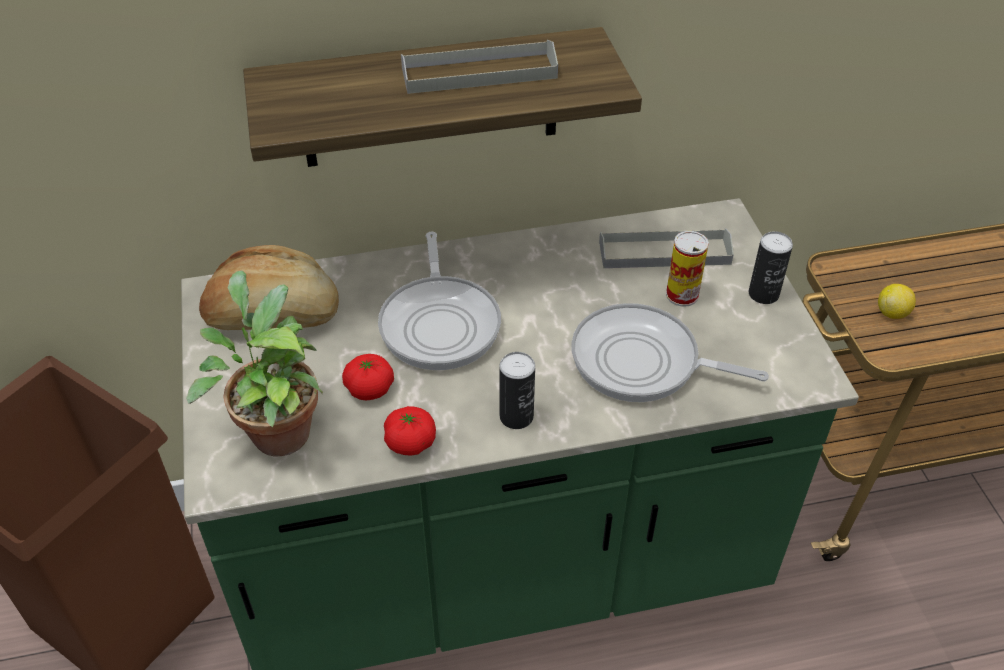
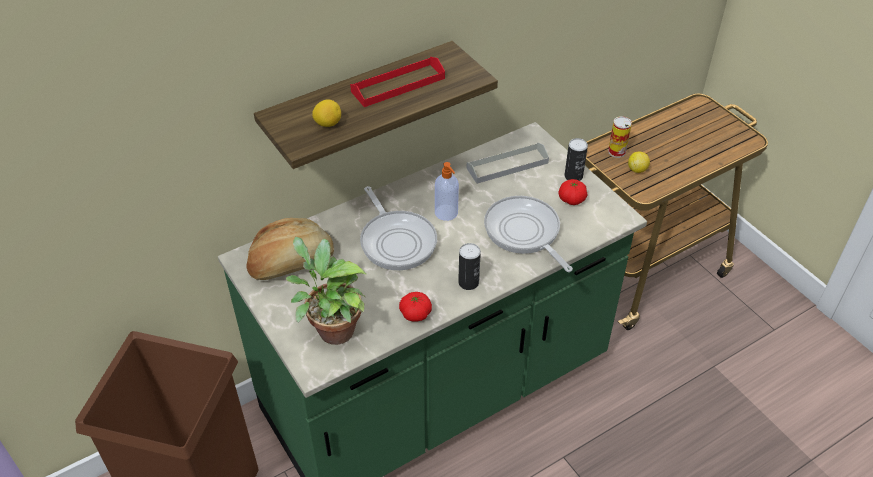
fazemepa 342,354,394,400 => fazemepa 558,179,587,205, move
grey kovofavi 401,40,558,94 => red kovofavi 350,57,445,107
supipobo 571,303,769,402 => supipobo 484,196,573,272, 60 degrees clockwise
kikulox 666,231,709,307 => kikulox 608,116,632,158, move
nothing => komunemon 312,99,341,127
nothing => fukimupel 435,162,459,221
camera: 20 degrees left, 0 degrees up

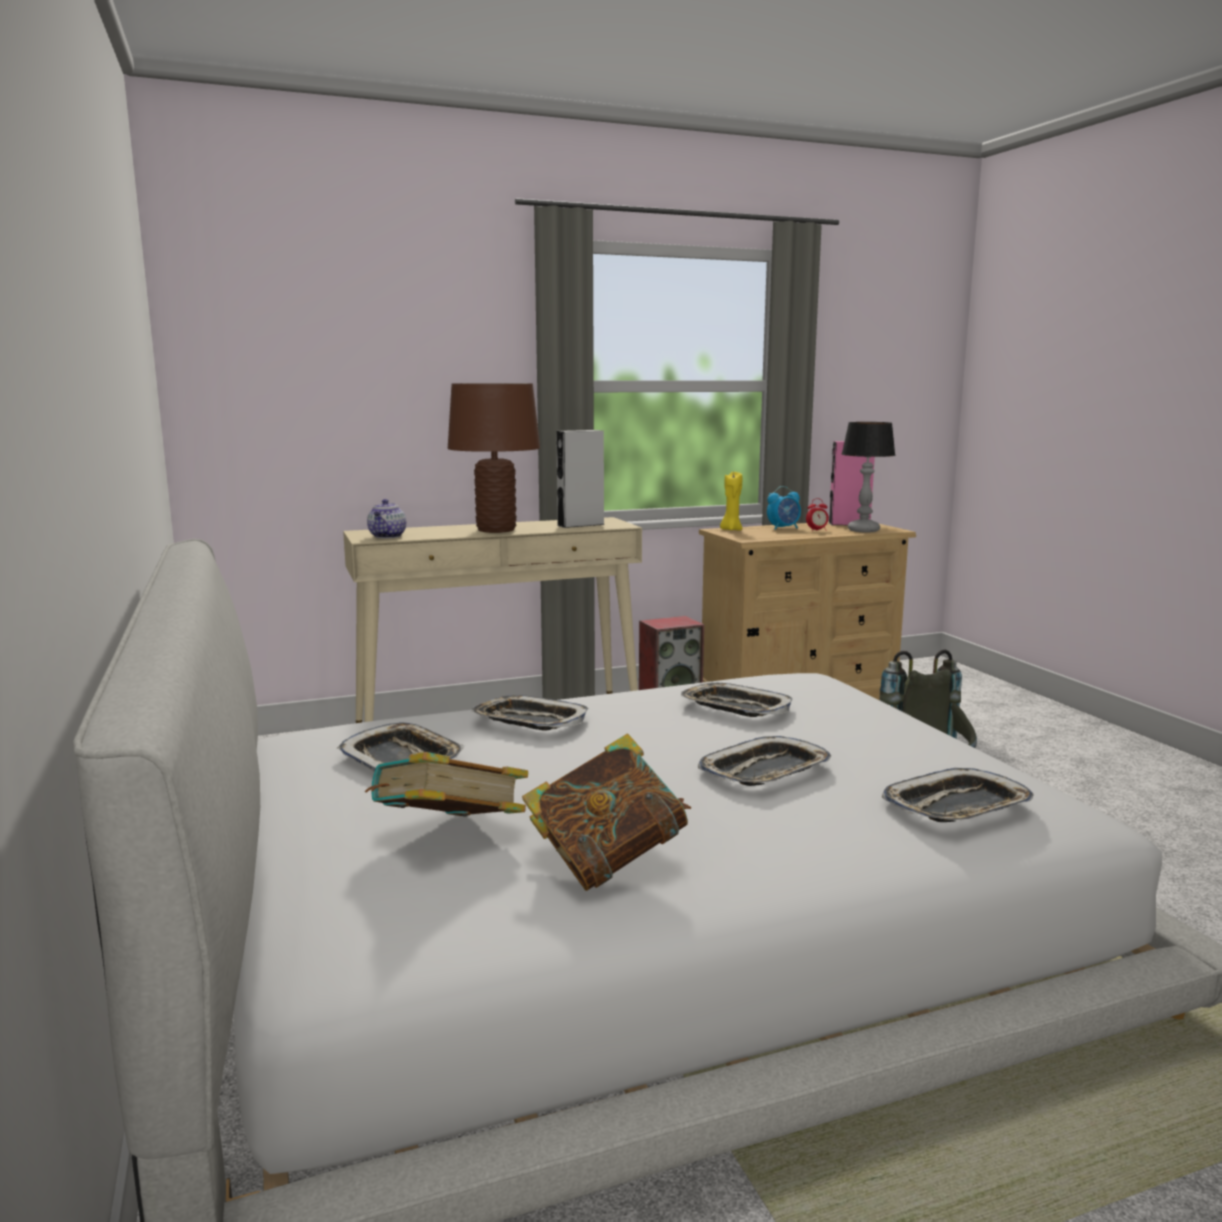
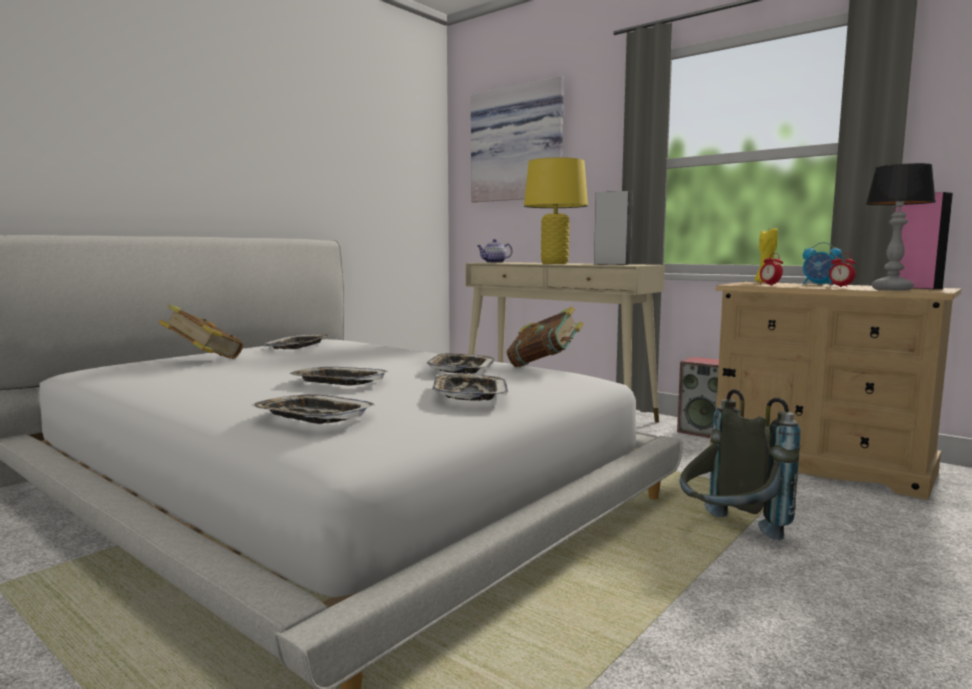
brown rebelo 448,383,540,533 => yellow rebelo 524,157,588,264
kovofavi 472,695,589,731 => kovofavi 433,374,508,401, move
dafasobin 522,734,692,891 => dafasobin 507,307,583,367, move
nothing => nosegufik 471,76,564,202
nothing => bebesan 760,253,783,286
camera: 60 degrees right, 5 degrees down

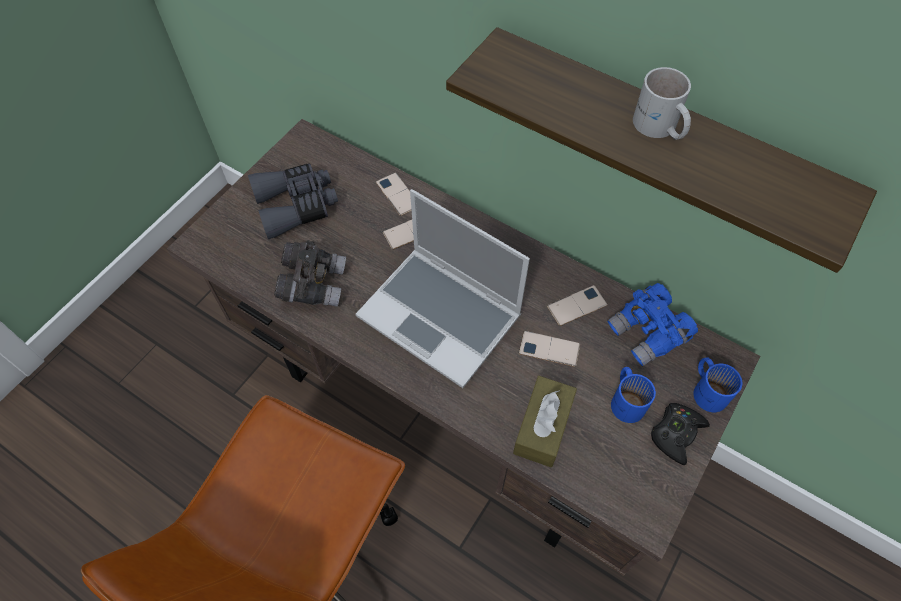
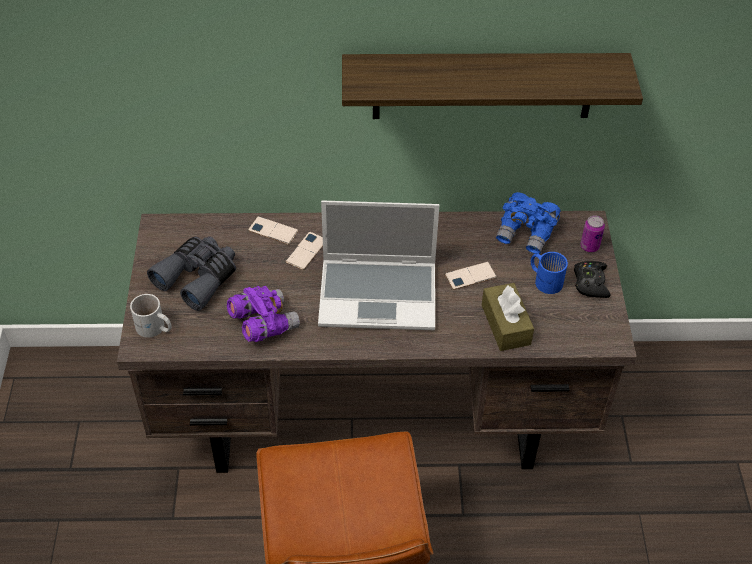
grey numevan 274,240,346,307 => purple numevan 227,286,300,342
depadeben 547,285,608,326 => nothing
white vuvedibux 633,67,691,140 => white vuvedibux 130,294,172,338, move
blue vuvedibux 693,357,742,412 => kikulox 580,216,605,252
camera: 35 degrees left, 10 degrees down

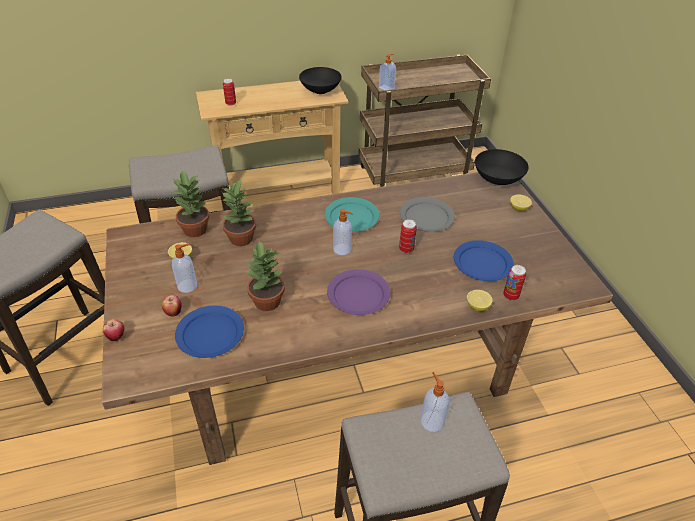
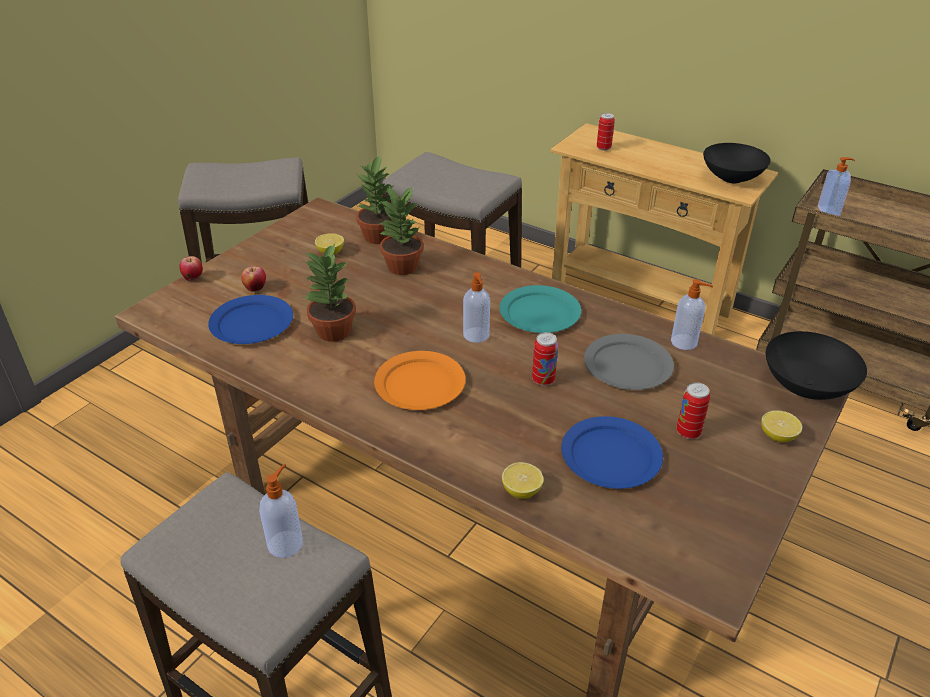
fukimupel 172,244,197,293 => fukimupel 671,279,713,350, move
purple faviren 327,269,390,315 => orange faviren 374,351,466,410
kikulox 503,265,526,300 => kikulox 676,382,710,439, move
camera: 50 degrees right, 5 degrees down

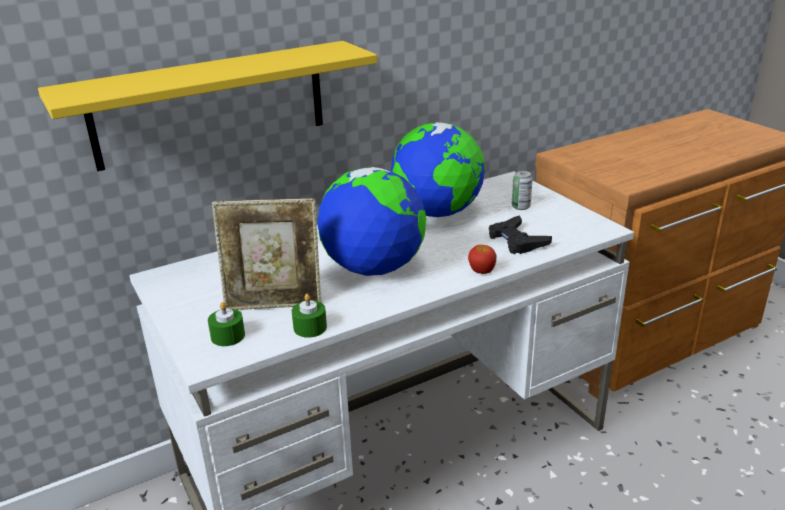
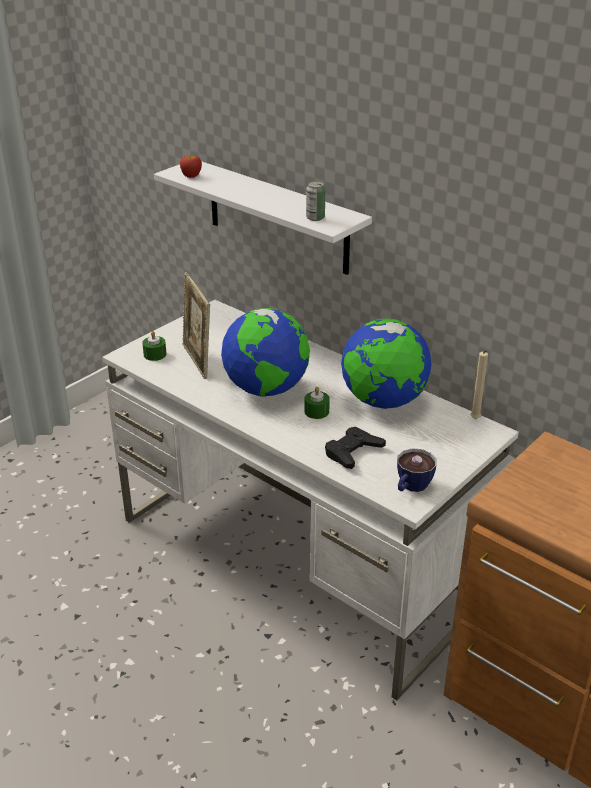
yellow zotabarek 38,41,377,171 => white zotabarek 154,161,372,275
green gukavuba 292,294,327,338 => green gukavuba 304,387,330,419, move
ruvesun 468,245,497,274 => ruvesun 180,155,202,178, move
kikulox 512,171,533,210 => kikulox 306,181,325,221, move
nothing => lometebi 397,448,436,492
nothing => beige gukavuba 470,350,488,419
camera: 70 degrees right, 5 degrees up

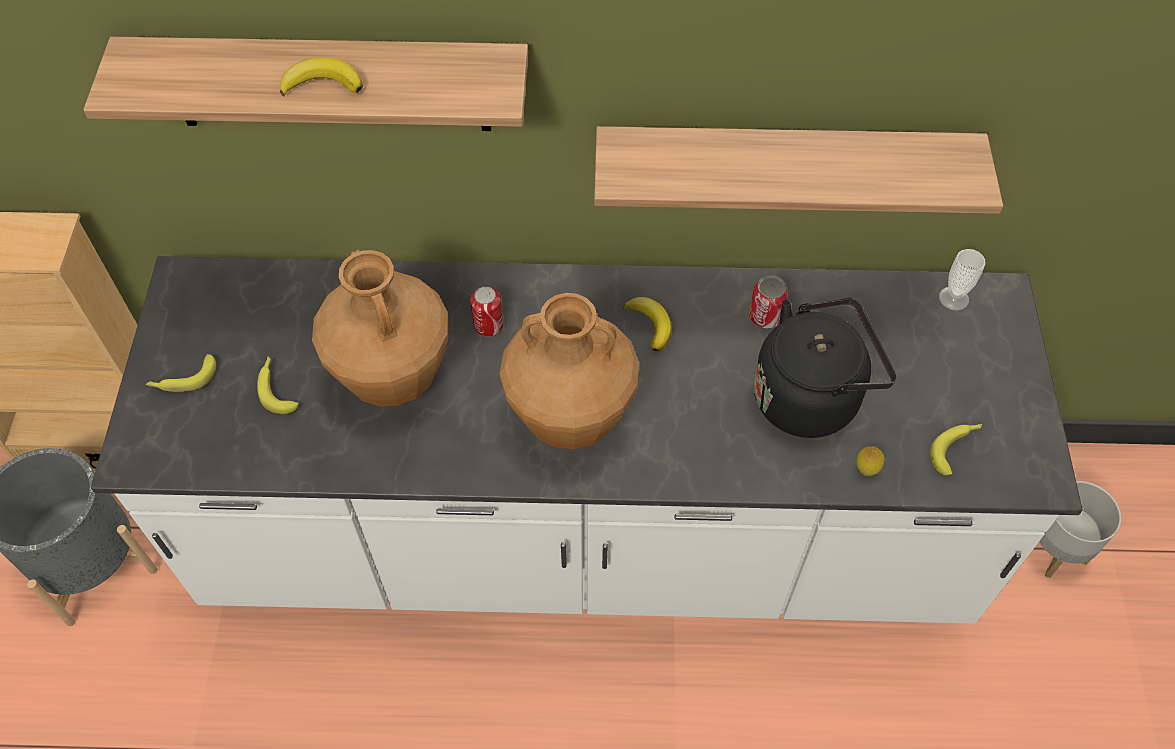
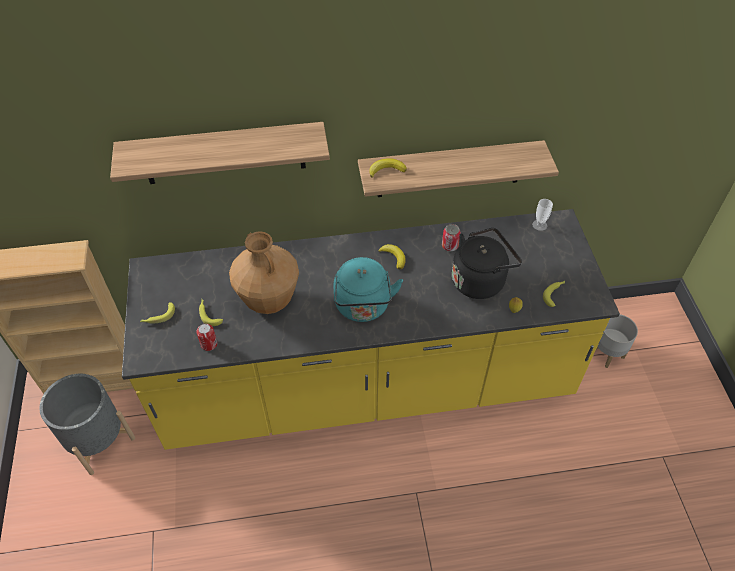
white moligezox 91,256,1083,624 => yellow moligezox 122,209,620,450
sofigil 280,57,363,97 => sofigil 369,158,407,178, move
kikulox 470,287,504,336 => kikulox 196,324,217,351, move
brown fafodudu 500,293,639,449 => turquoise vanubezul 333,257,403,322
camera: 10 degrees left, 5 degrees down

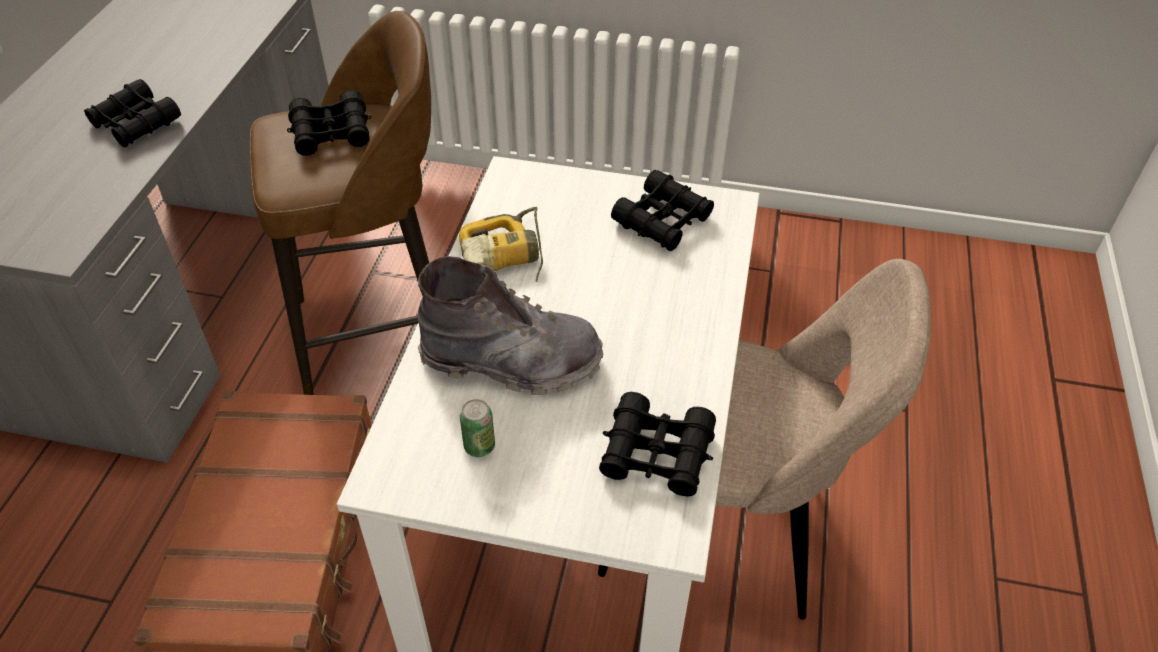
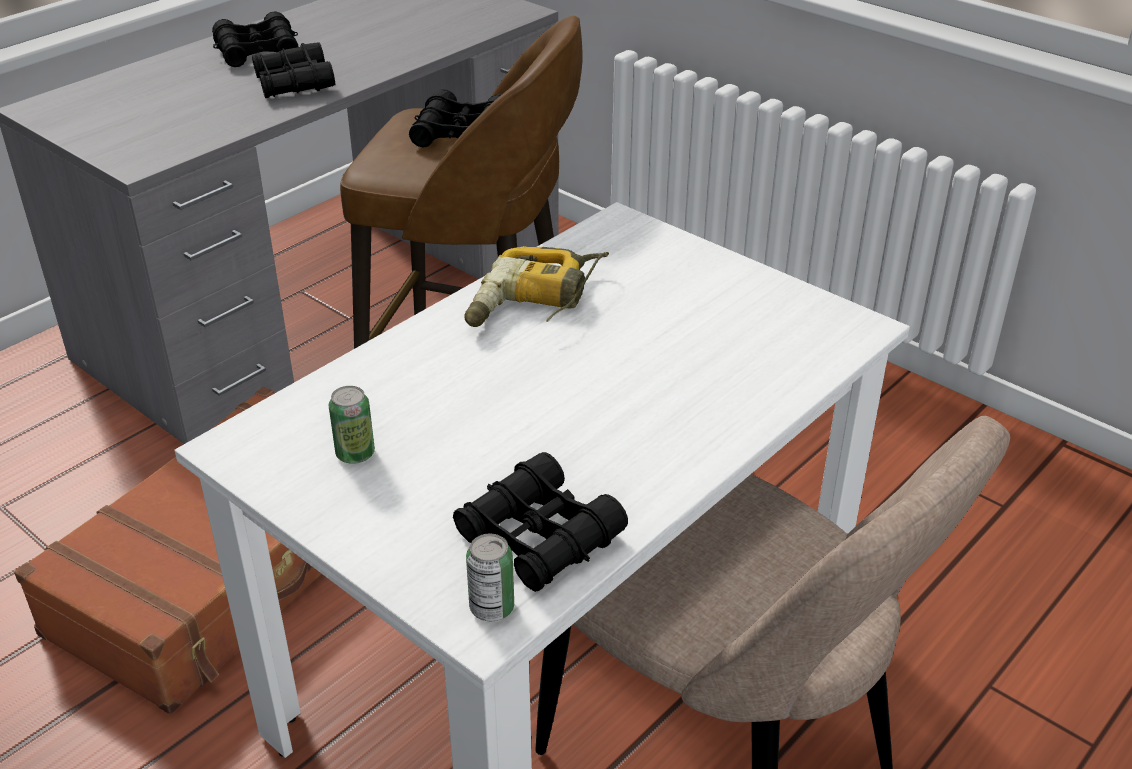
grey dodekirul 418,256,604,395 => nothing
black numevan 611,170,714,251 => black numevan 212,12,299,67, move
nothing => kikulox 466,533,514,621
camera: 30 degrees right, 10 degrees down

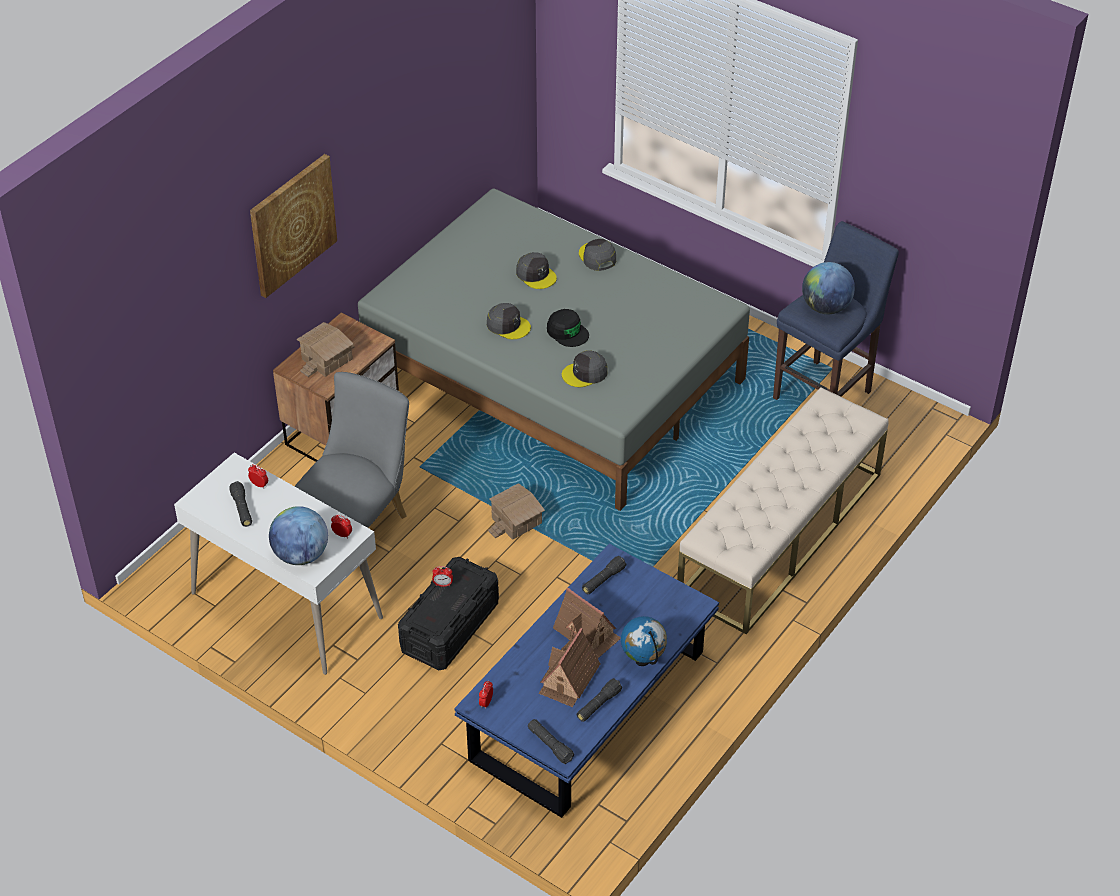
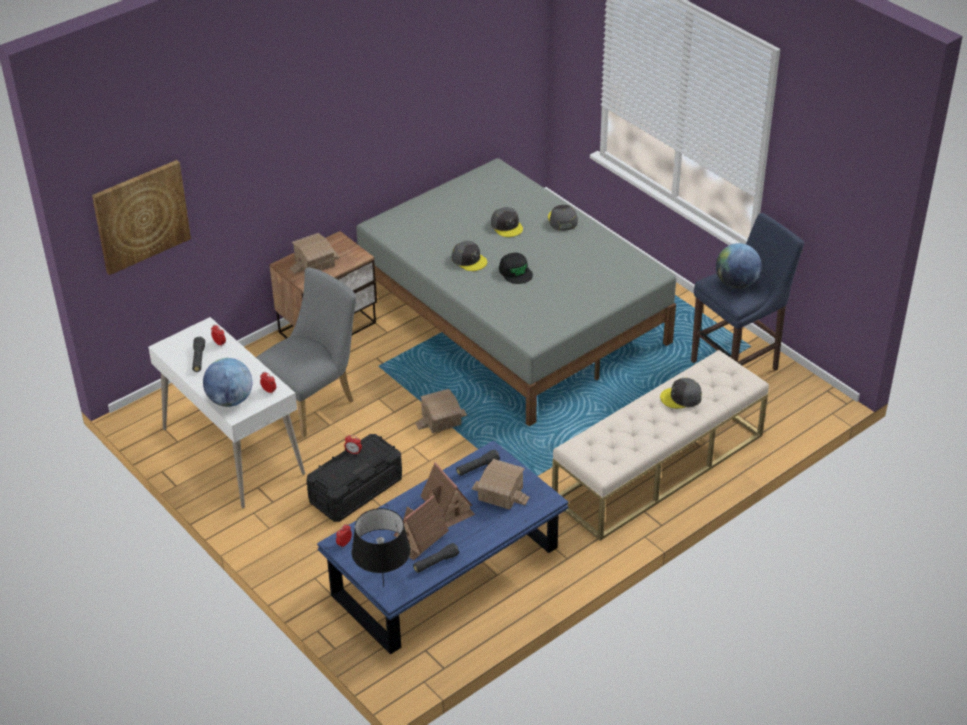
nosegufik 250,154,337,298 => nosegufik 92,160,191,275, move
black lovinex 528,719,574,764 => black rebelo 352,508,411,587
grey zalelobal 562,350,608,387 => grey zalelobal 660,378,702,409, move
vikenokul 621,616,667,666 => nothing
nothing => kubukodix 472,459,530,510
camera: 15 degrees right, 5 degrees down

